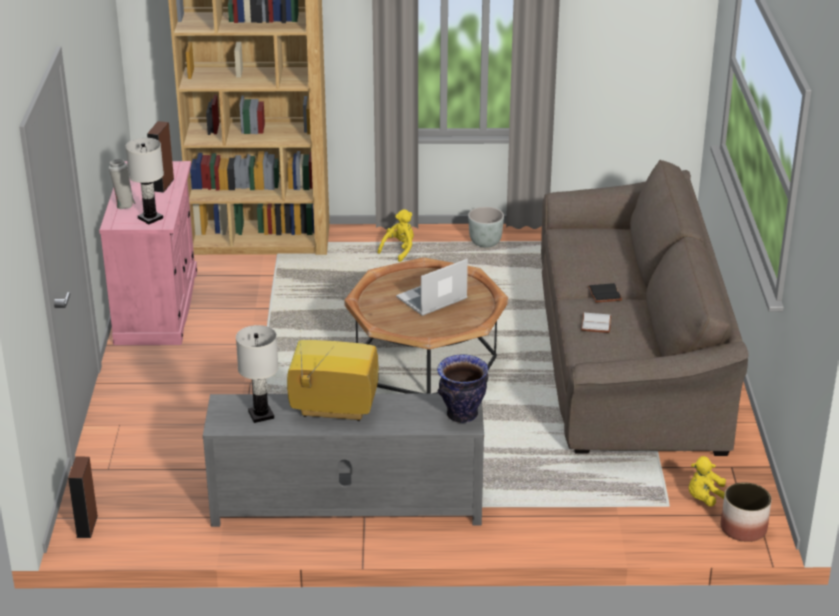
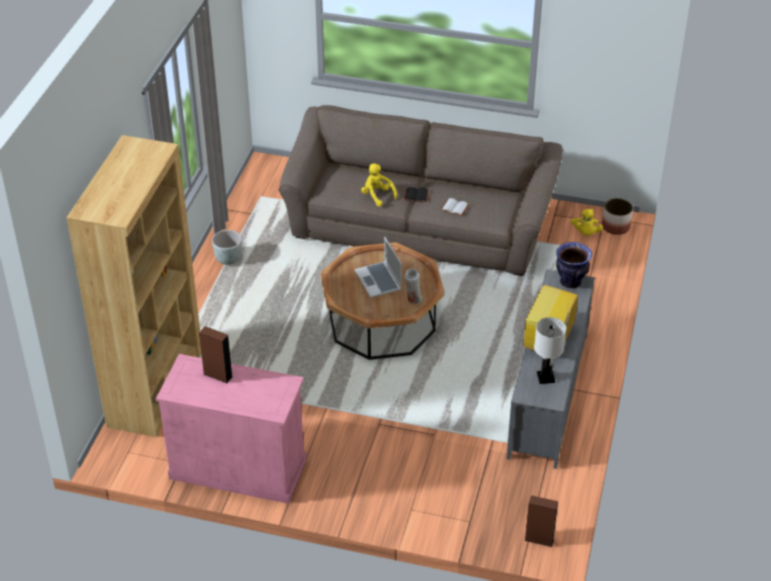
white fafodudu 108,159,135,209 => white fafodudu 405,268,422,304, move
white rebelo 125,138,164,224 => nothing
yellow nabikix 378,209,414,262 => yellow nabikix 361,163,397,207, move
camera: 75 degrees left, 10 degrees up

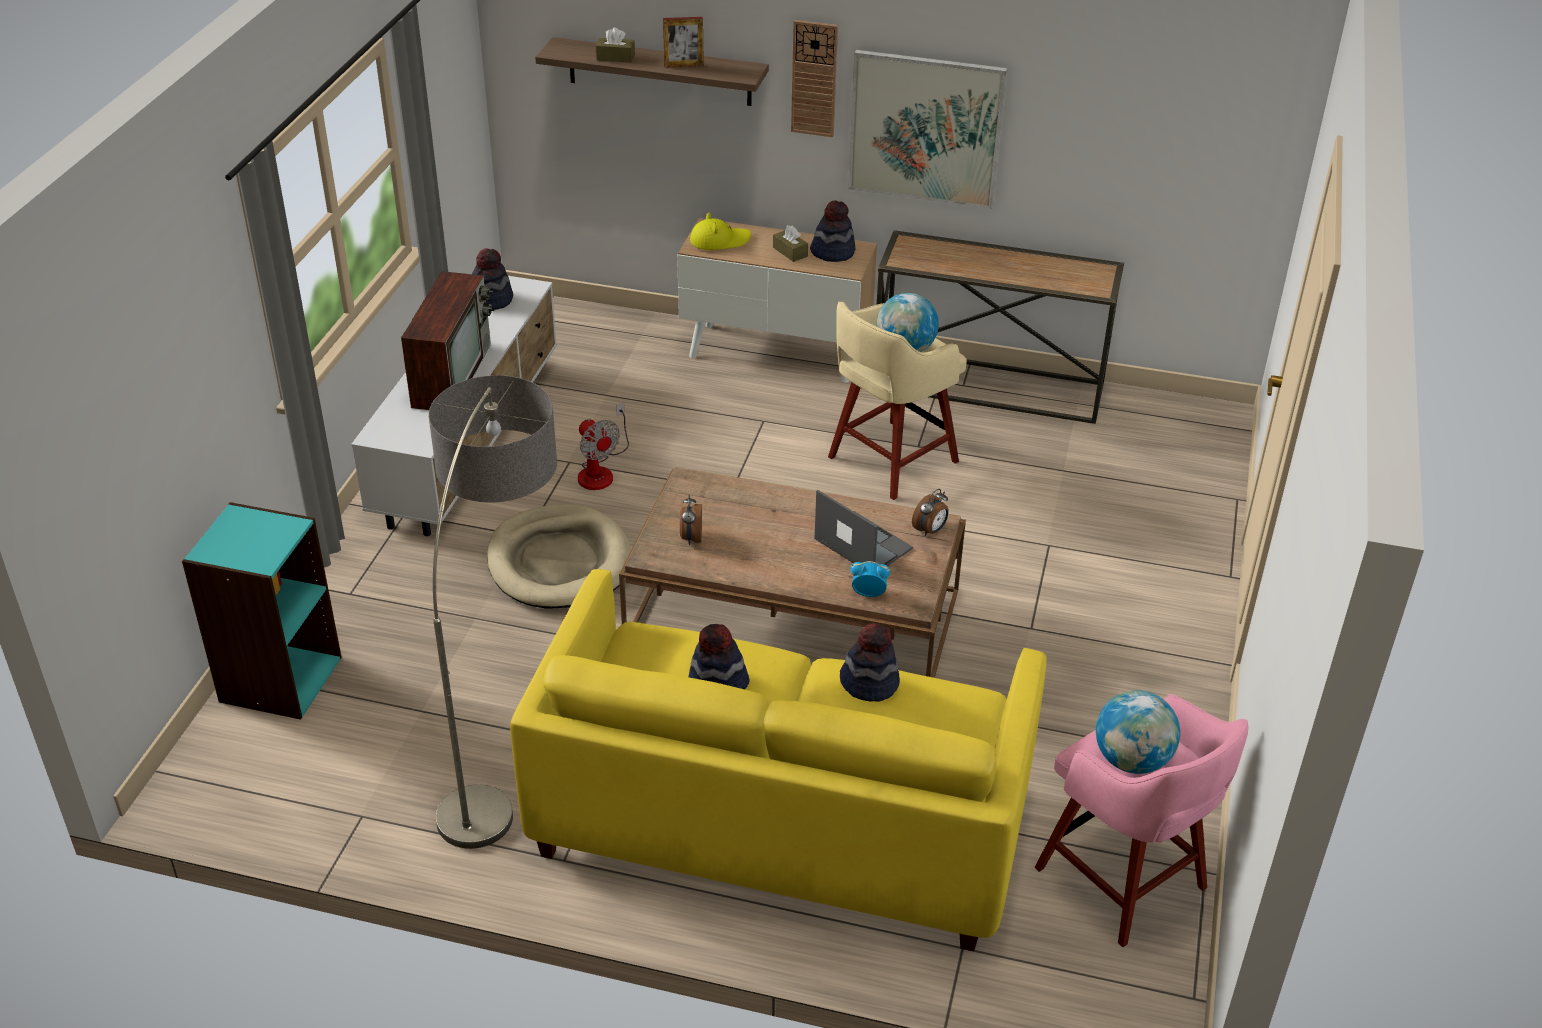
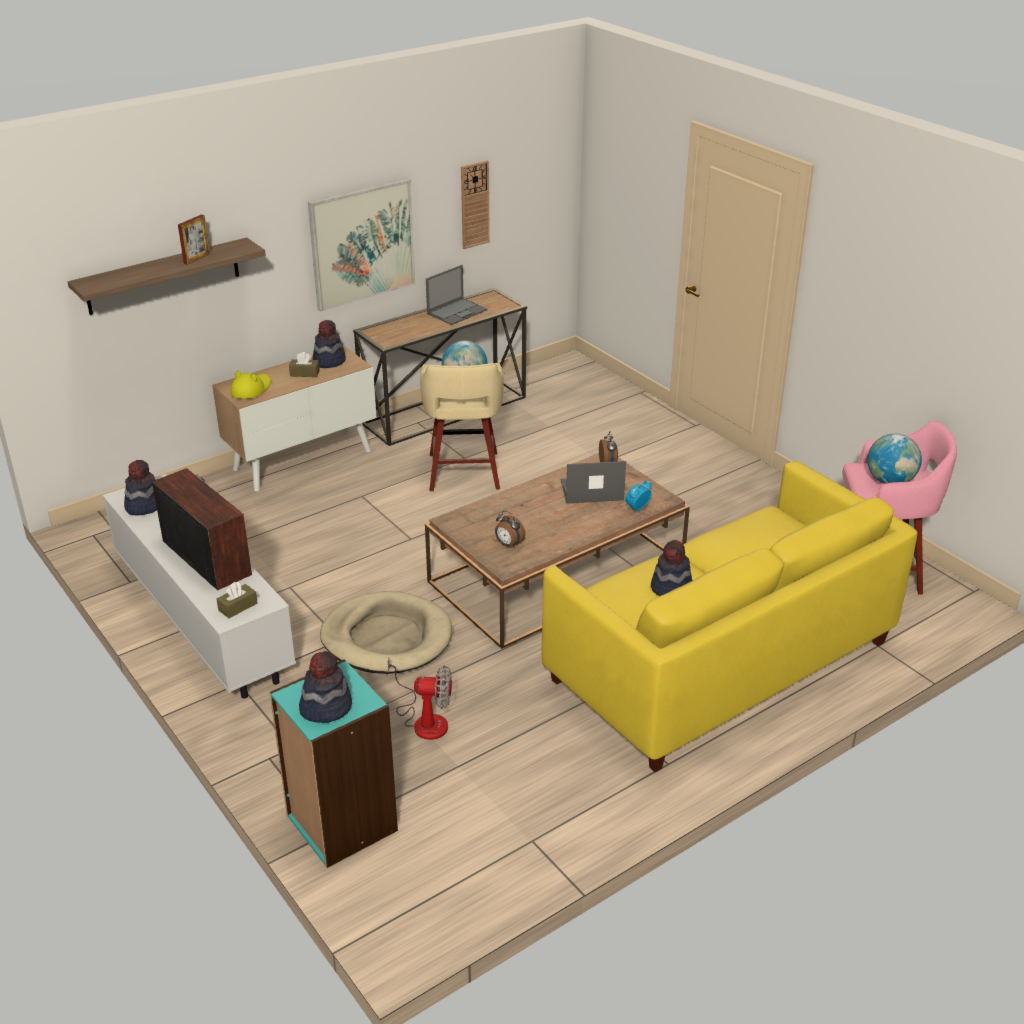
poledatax 429,375,557,849 => nothing
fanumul 578,402,629,490 => fanumul 387,658,452,740, move
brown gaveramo 596,28,635,62 => brown gaveramo 216,582,258,618, move
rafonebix 791,20,838,137 => rafonebix 461,160,490,249, move
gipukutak 840,623,900,702 => gipukutak 299,651,352,723, move
nothing => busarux 426,265,487,325
camera: 50 degrees left, 5 degrees down

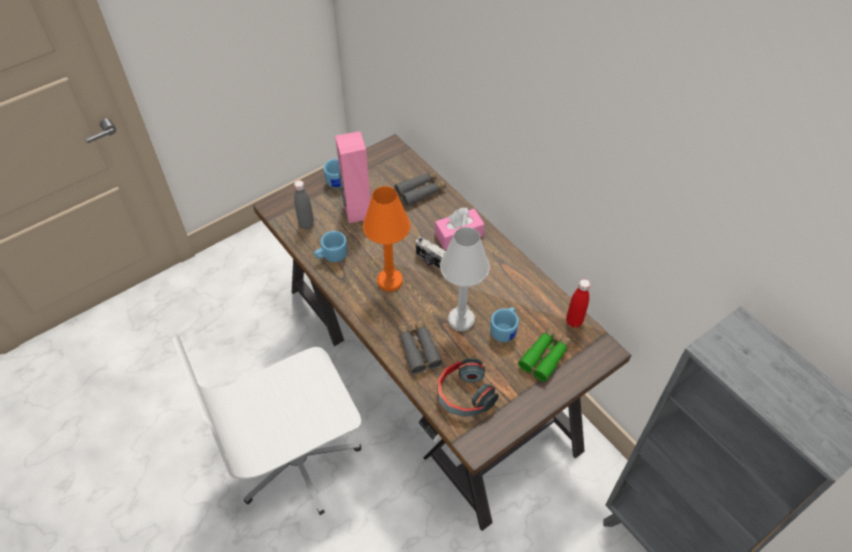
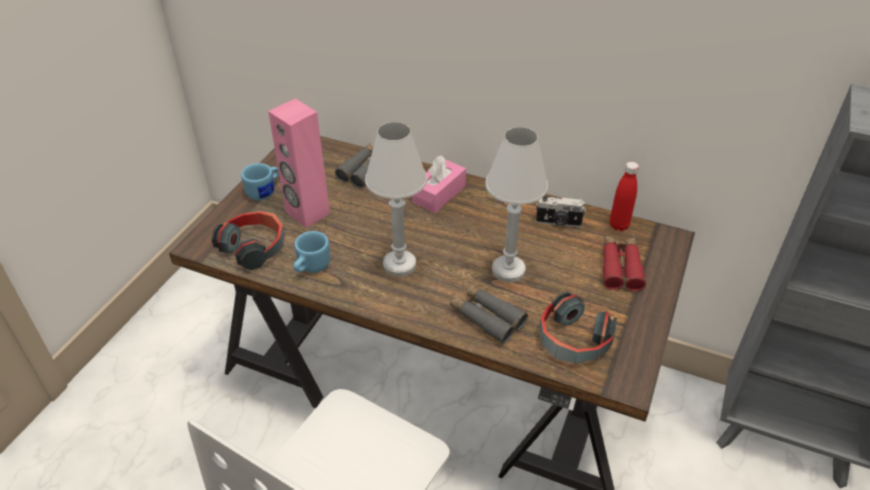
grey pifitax 294,180,314,229 => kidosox 212,211,285,270
orange rebelo 363,186,410,291 => white rebelo 365,122,427,277
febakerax 416,237,446,270 => febakerax 536,196,586,227, move
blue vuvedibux 490,307,519,342 => nothing
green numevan 518,327,571,382 => red numevan 603,236,646,291
camera: 30 degrees left, 10 degrees down

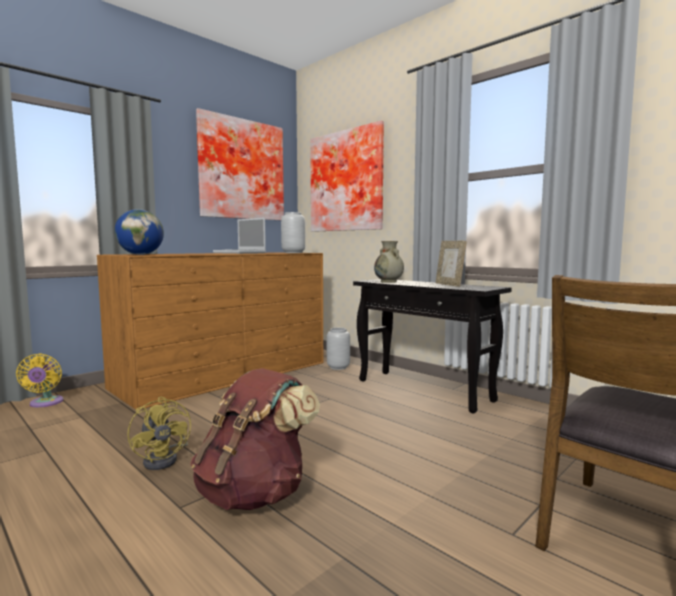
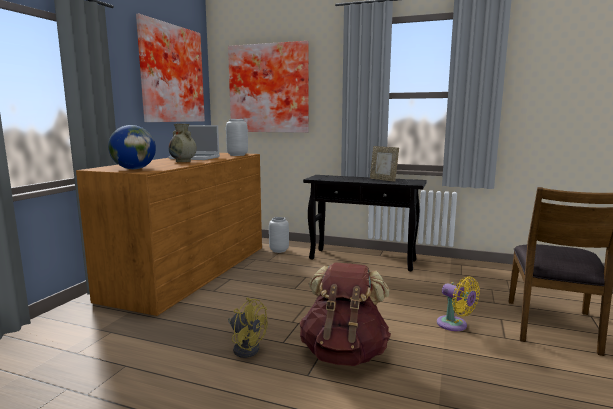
yellow fanumul 16,354,63,407 => yellow fanumul 437,277,480,331, move
beige fafodudu 374,241,404,283 => beige fafodudu 169,124,197,162, move
camera: 25 degrees left, 5 degrees up

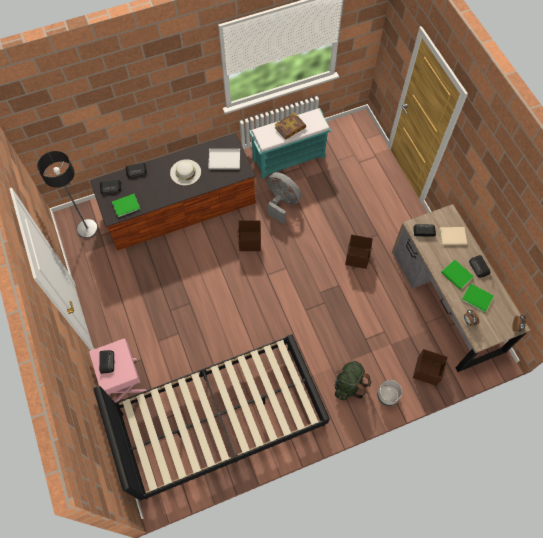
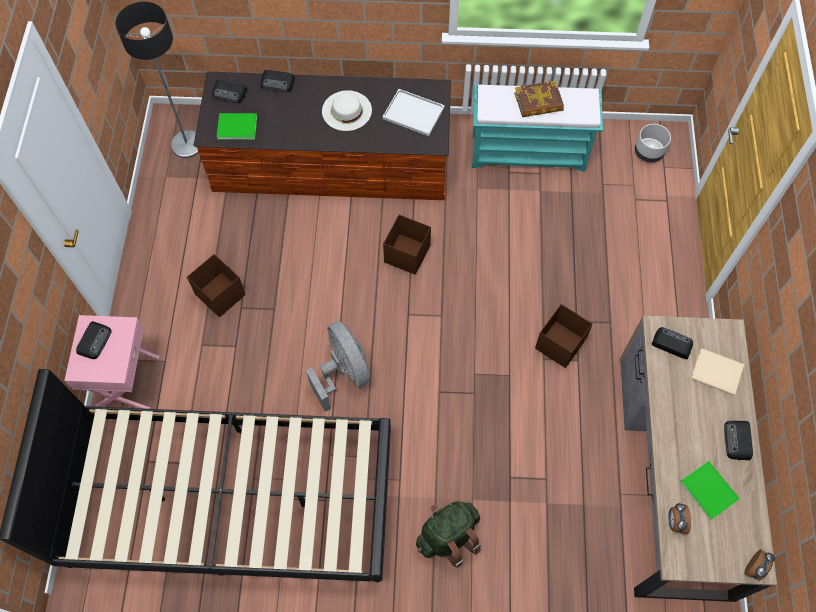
grey fanumul 267,172,302,224 => grey fanumul 306,321,370,412, move
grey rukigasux 377,380,402,406 => grey rukigasux 635,124,671,163, move
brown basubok 413,349,448,386 => brown basubok 187,254,246,317, move
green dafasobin 441,260,474,289 => nothing
camera: 25 degrees right, 0 degrees up

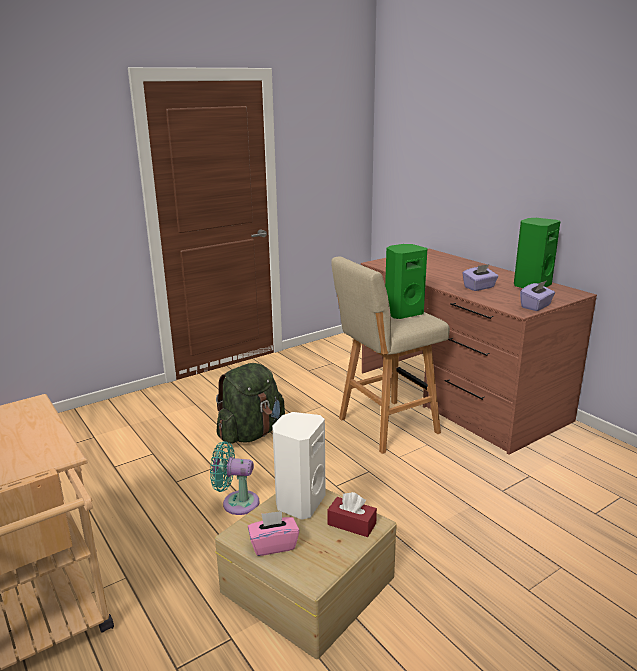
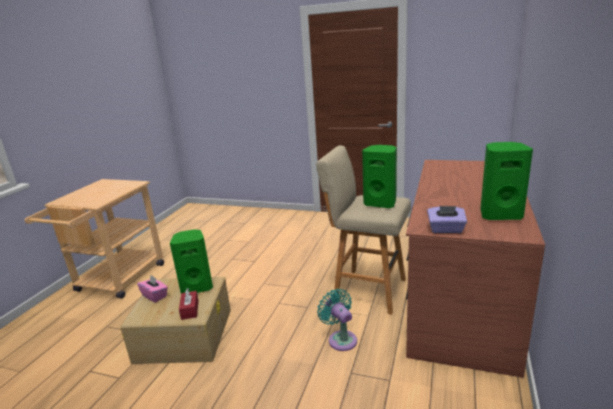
turquoise fanumul 210,441,259,515 => turquoise fanumul 317,289,357,351, move
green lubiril 216,363,285,444 => nothing
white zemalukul 272,412,326,520 => green zemalukul 170,229,213,293
purple gaveramo 463,264,499,291 => nothing
camera: 55 degrees right, 0 degrees up

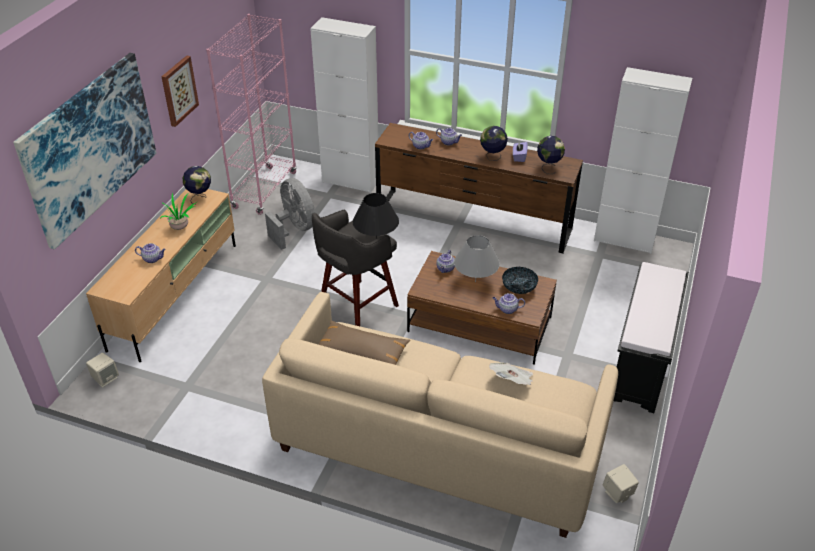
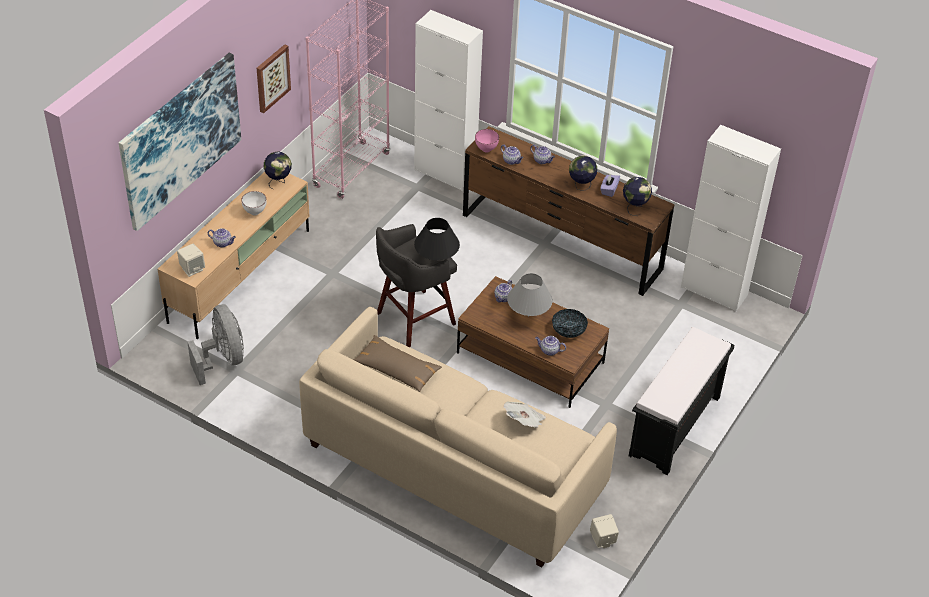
beige zemalukul 86,353,119,388 => beige zemalukul 177,244,205,277, move
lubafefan 160,193,197,230 => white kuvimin 241,191,267,215
grey fanumul 265,178,315,250 => grey fanumul 187,304,244,385, move
nothing => pink kuvimin 475,129,499,153
camera: 10 degrees right, 5 degrees up

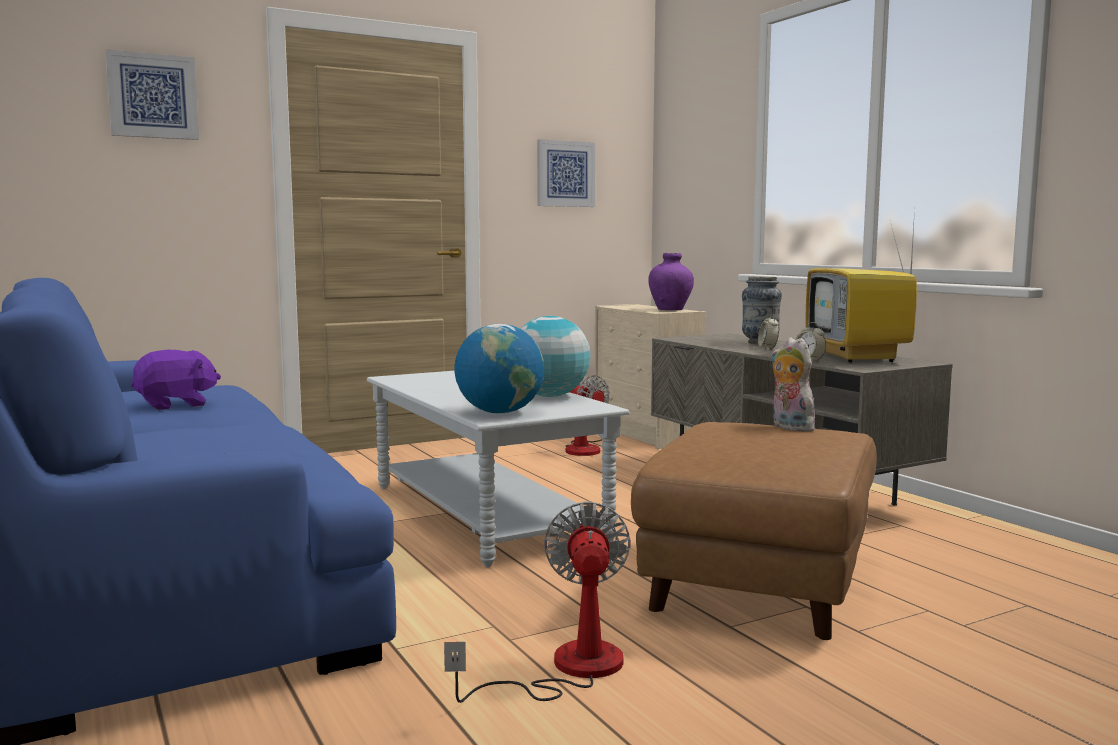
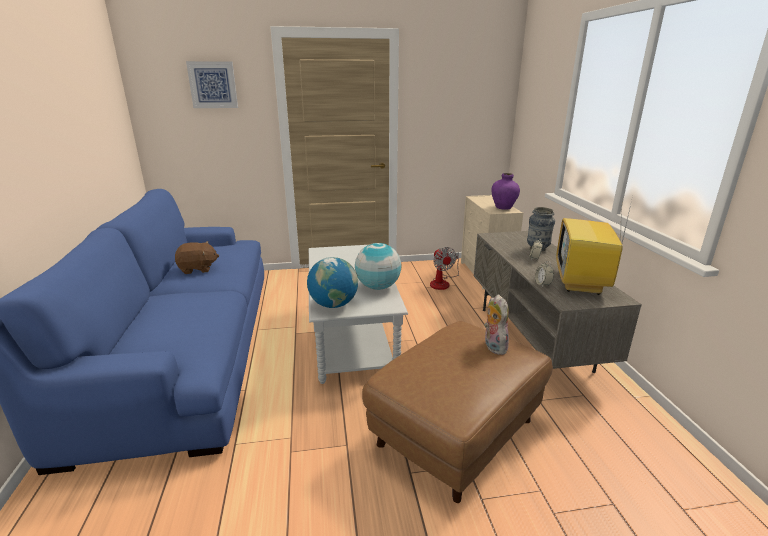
purple nabikix 131,350,221,410 => brown nabikix 175,241,219,274
fanumul 444,501,631,703 => nothing
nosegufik 537,139,596,207 => nothing
camera: 20 degrees right, 15 degrees up

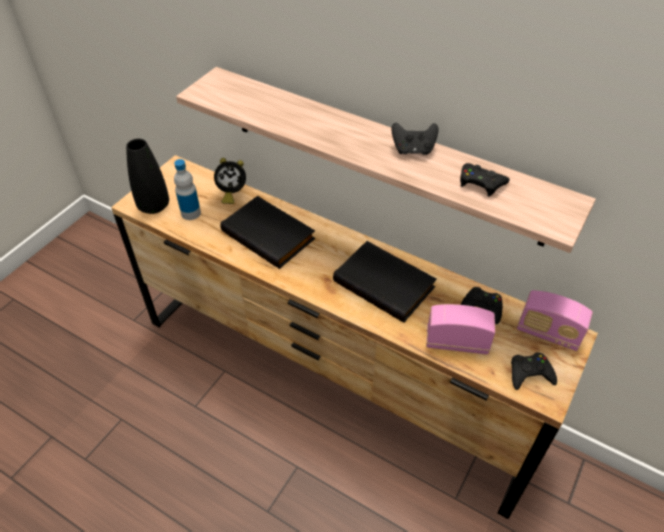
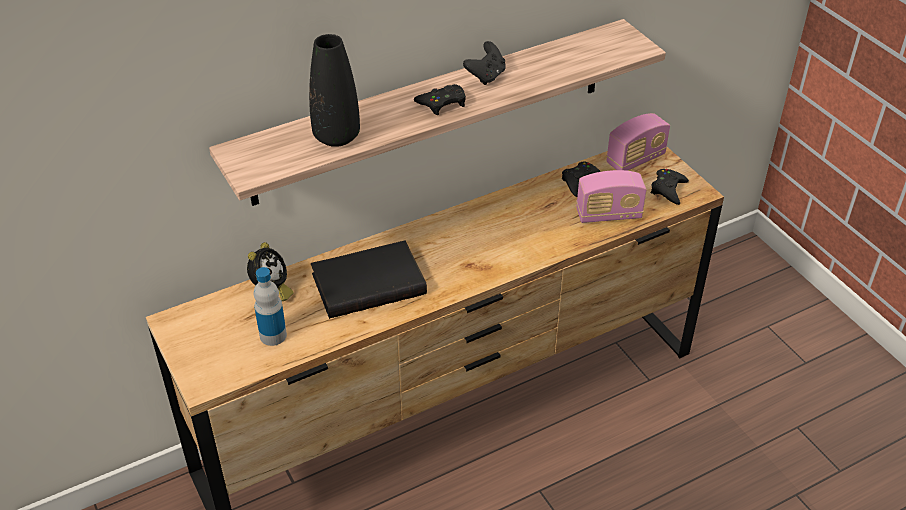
black fafodudu 126,139,169,214 => black fafodudu 309,34,360,147, move
black dafasobin 333,241,437,323 => nothing
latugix 426,304,495,355 => latugix 576,170,647,223, 135 degrees counterclockwise
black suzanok 460,163,510,197 => black suzanok 414,84,466,115, move
camera: 60 degrees left, 5 degrees down

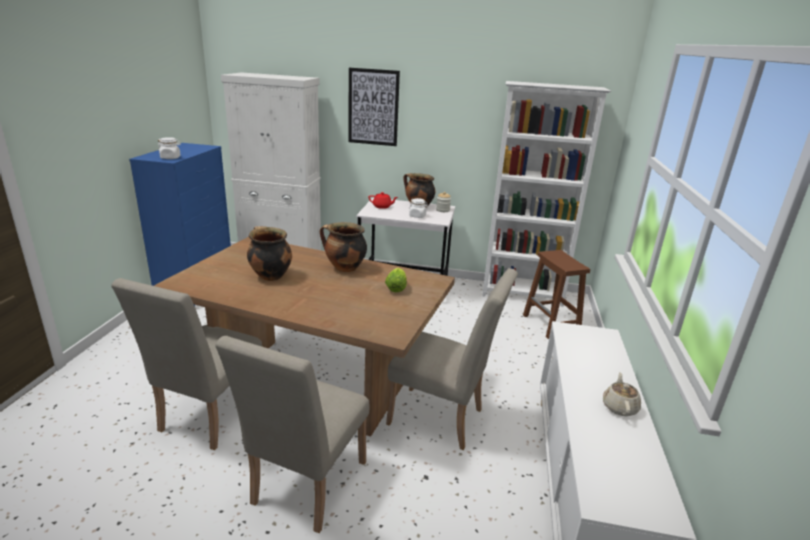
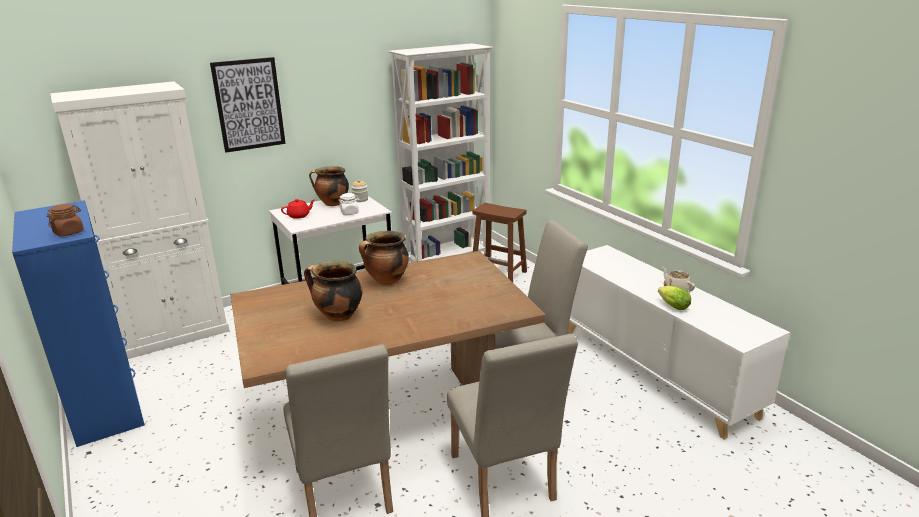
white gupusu 158,137,181,159 => brown gupusu 47,204,84,237
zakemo 385,268,407,292 => zakemo 658,286,691,310, move
camera: 40 degrees left, 0 degrees up

